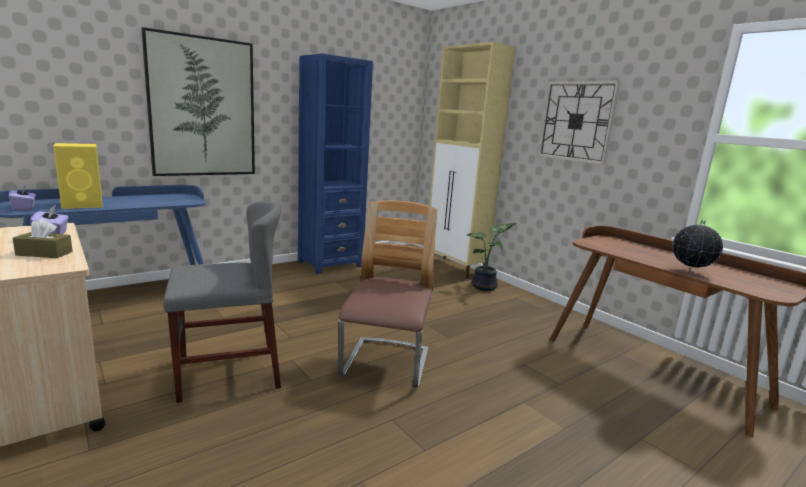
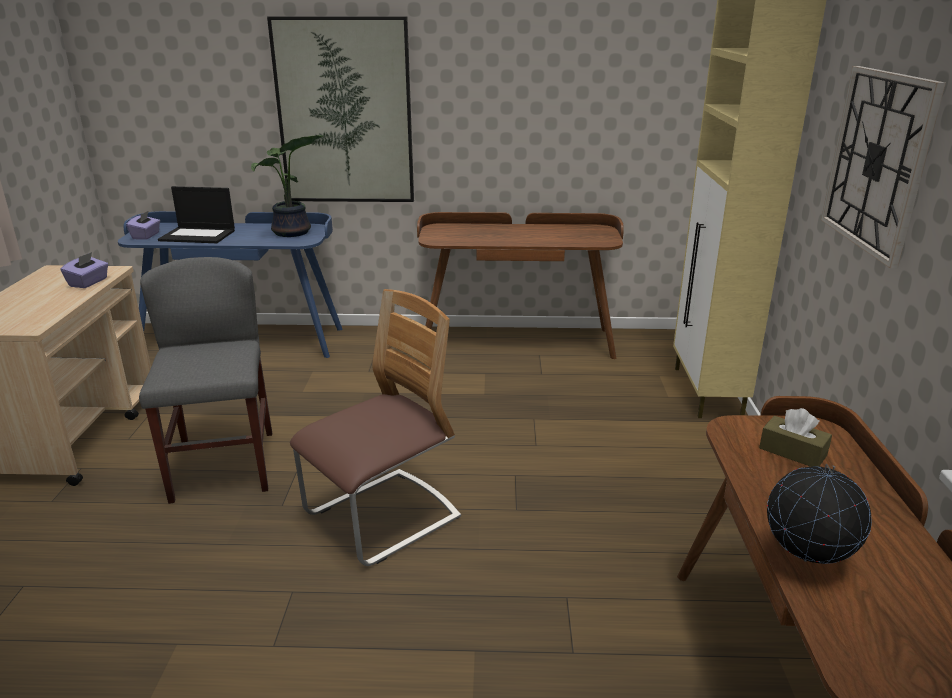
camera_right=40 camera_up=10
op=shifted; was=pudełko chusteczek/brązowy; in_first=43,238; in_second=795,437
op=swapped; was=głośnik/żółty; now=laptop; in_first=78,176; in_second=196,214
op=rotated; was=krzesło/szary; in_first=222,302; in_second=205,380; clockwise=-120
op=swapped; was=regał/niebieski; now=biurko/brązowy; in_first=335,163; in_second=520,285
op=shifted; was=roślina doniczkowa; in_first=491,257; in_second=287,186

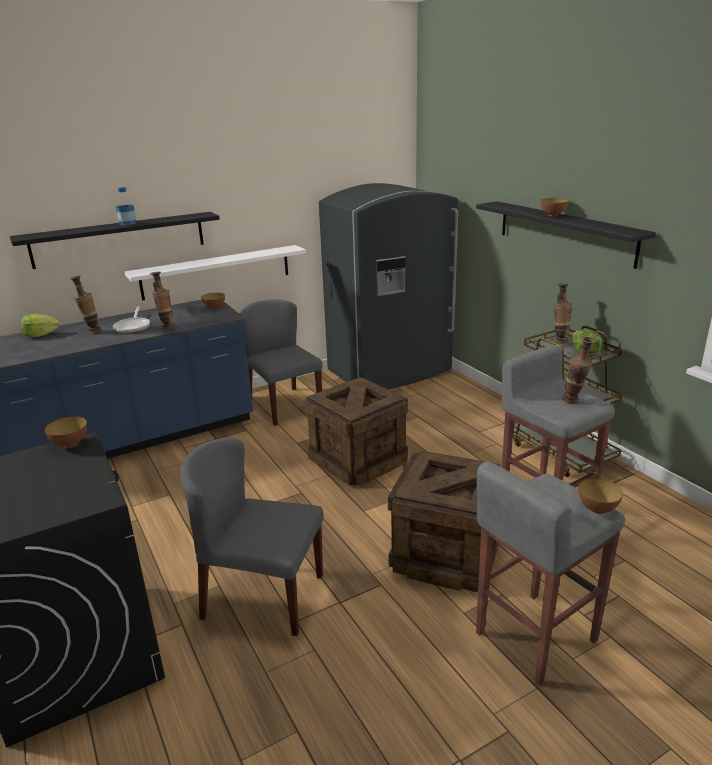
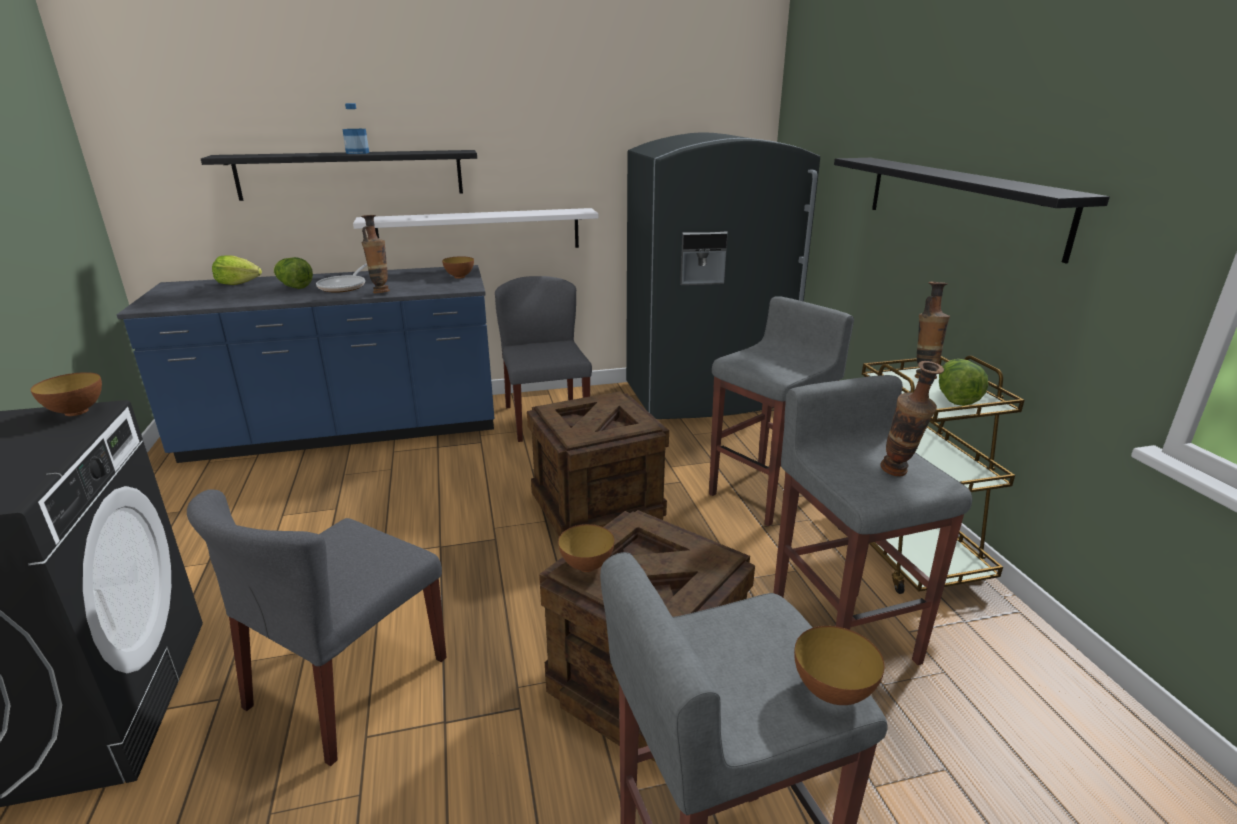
camera_right=15 camera_up=0
op=swapped; was=wazon; now=sałata; in_first=86,305; in_second=293,273
op=rotated; was=krzesło/szary; in_first=251,537; in_second=317,627; clockwise=-90
op=shifted; was=miska; in_first=555,207; in_second=586,548
op=new; now=stołek/szary; in_second=781,411

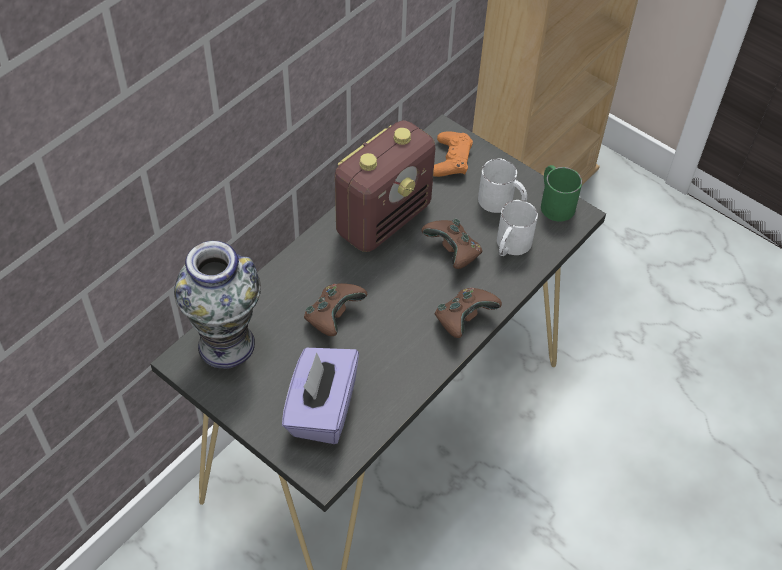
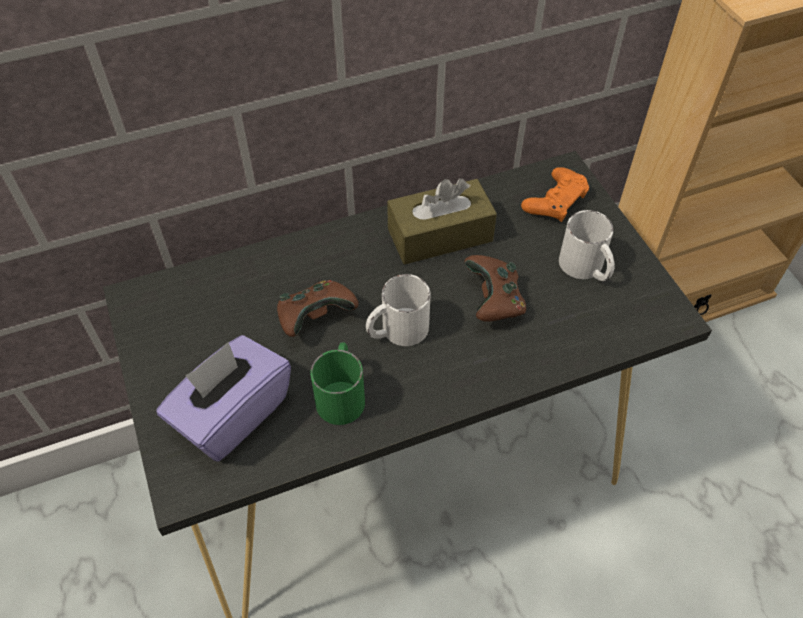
camera_right=30 camera_up=0
op=gone; was=wazon; in_first=217,305
op=swapped; was=radio; now=pudełko chusteczek/brązowy; in_first=385,186; in_second=442,221
op=gone; was=pad do gier/brązowy; in_first=468,313
op=shifted; was=kubek/biały; in_first=517,228; in_second=398,310
op=shifted; was=kubek/zielony; in_first=561,193; in_second=337,383

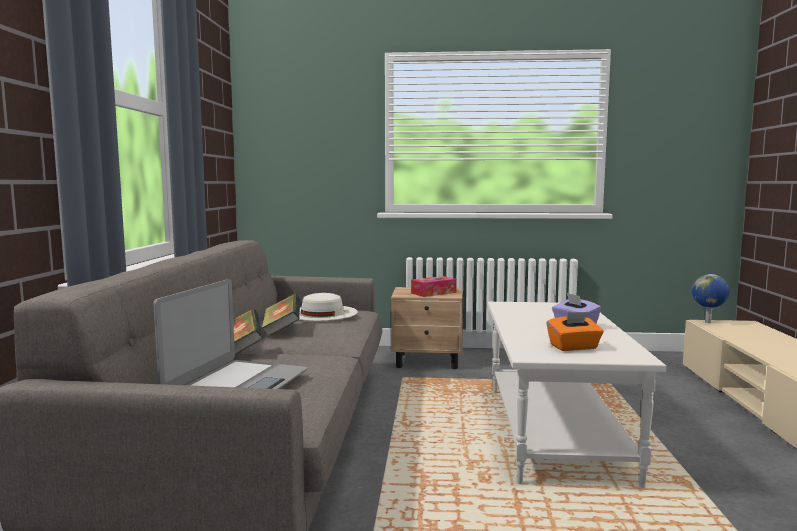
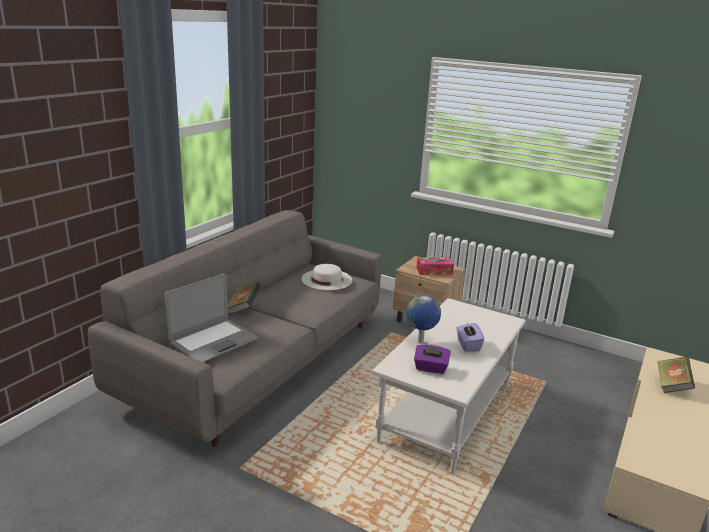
camera_right=25 camera_up=15
op=shifted; was=książka; in_first=281,315; in_second=676,375
op=repainted; was=pudełko chusteczek/pomarańczowy; now=pudełko chusteczek/fioletowy; in_first=575,331; in_second=432,359
op=shifted; was=globus; in_first=711,298; in_second=423,319

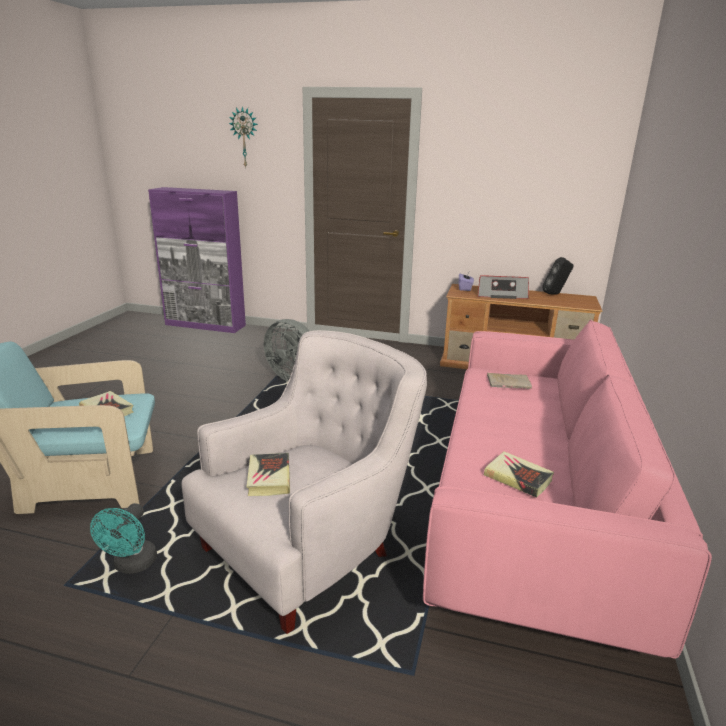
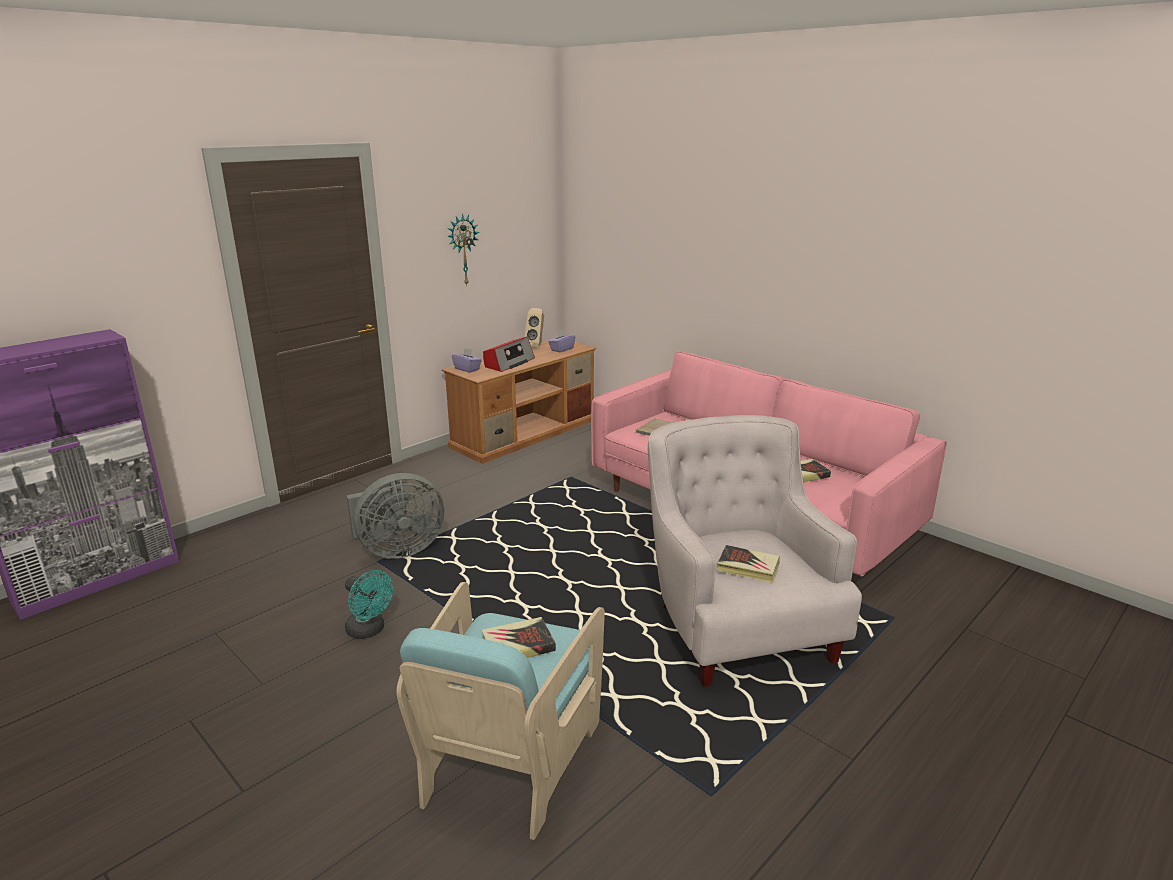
camera_right=-60 camera_up=0
op=shifted; was=wentylator/turkusowy; in_first=123,538; in_second=369,604
op=shifted; was=zegar ścienny; in_first=243,137; in_second=463,250
op=repainted; was=głośnik/czarny; now=głośnik/beżowy; in_first=558,276; in_second=534,328
op=new; now=pudełko chusteczek/fioletowy; in_second=561,341

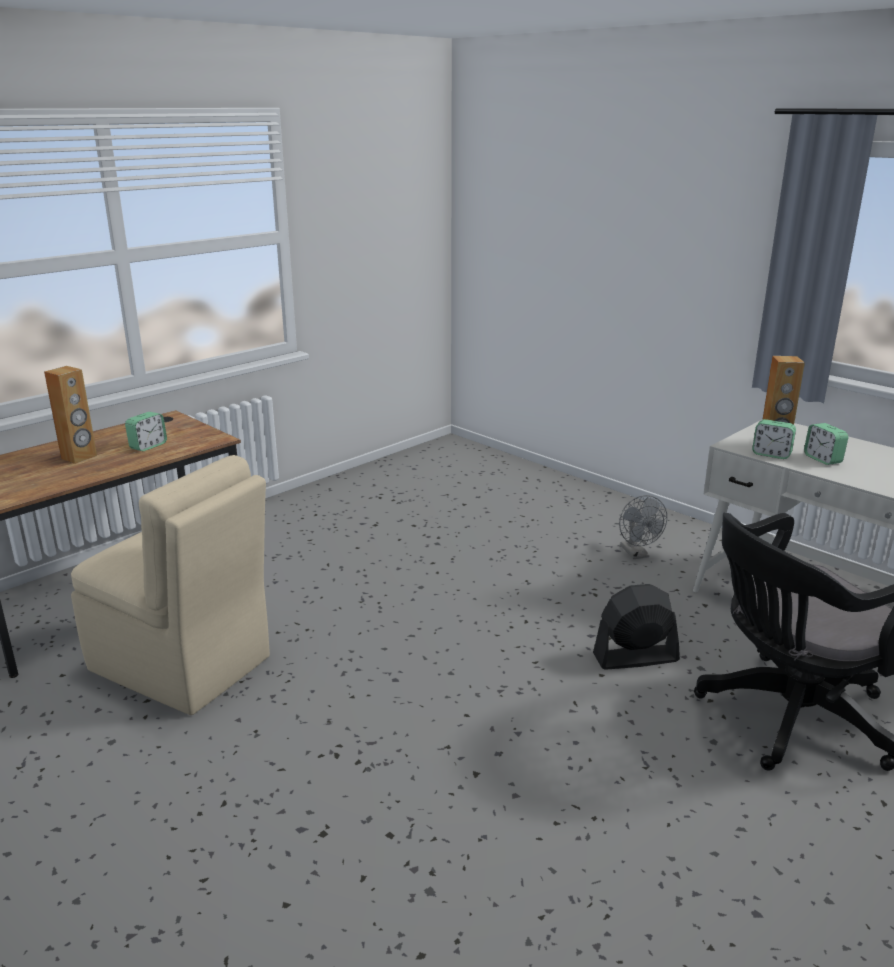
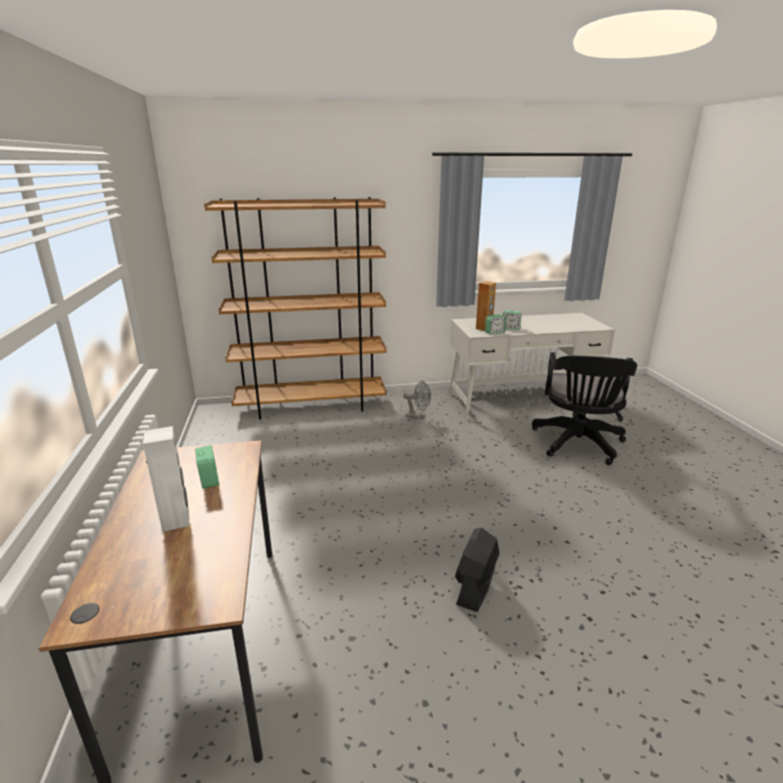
camera_right=-55 camera_up=0
op=repainted; was=głośnik/brązowy; now=głośnik/biały; in_first=70,415; in_second=166,479
op=gone; was=krzesło/beżowy; in_first=170,585
op=shifted; was=wentylator/czarny; in_first=636,627; in_second=477,570
op=new; now=regał/brązowy; in_second=295,308

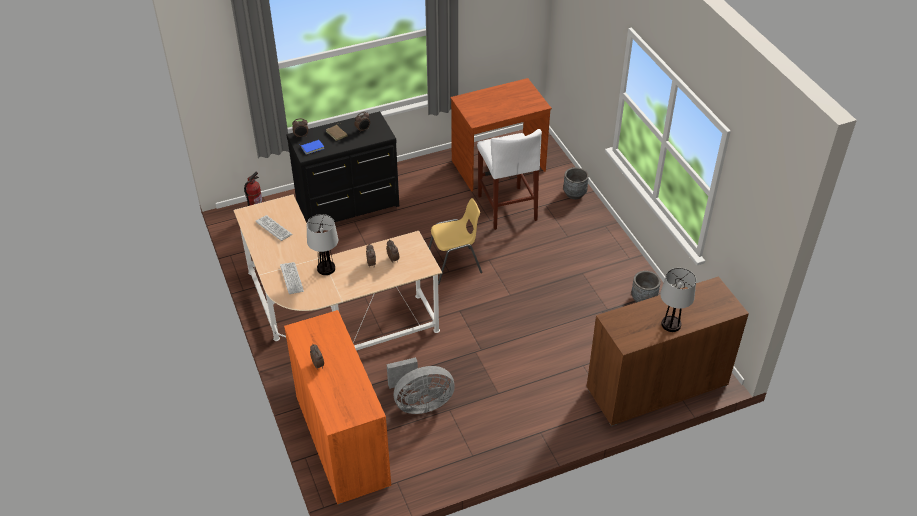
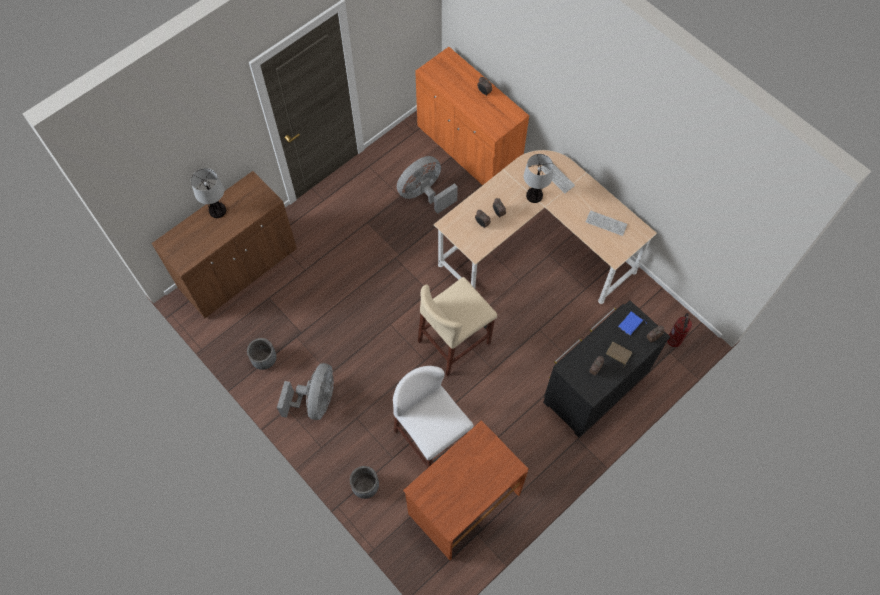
camera_right=160 camera_up=20
op=swapped; was=krzesło/żółty; now=stołek/beżowy; in_first=455,241; in_second=457,326
op=new; now=wentylator/szary; in_second=305,391

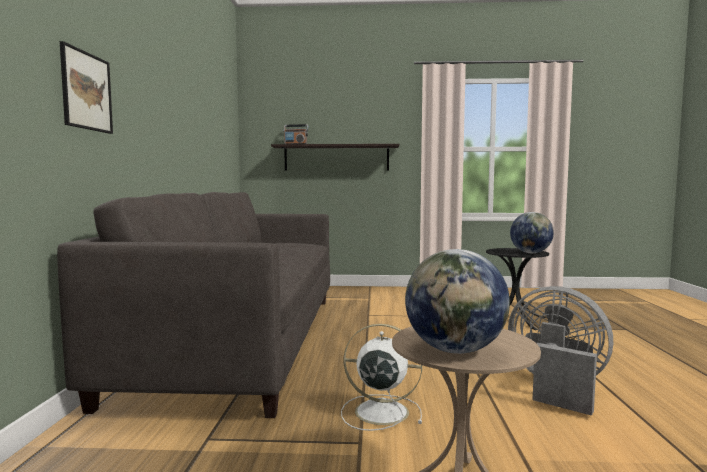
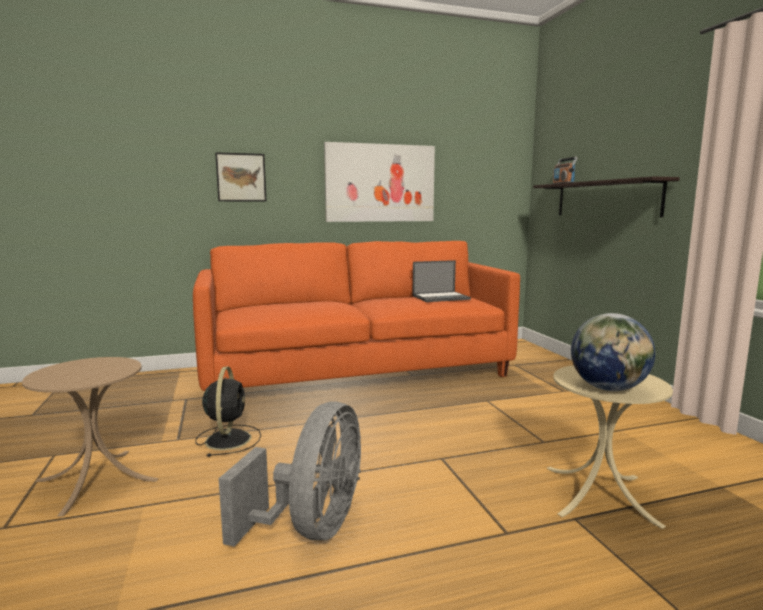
camera_right=70 camera_up=5
op=repainted; was=kanapa/szary; now=kanapa/pomarańczowy; in_first=193,305; in_second=356,316
op=repainted; was=wentylator/biały; now=wentylator/czarny; in_first=381,377; in_second=228,412
op=gone; was=globus; in_first=457,301
op=repainted; was=stolik/czarny; now=stolik/beżowy; in_first=517,289; in_second=610,447
op=new; now=obraz; in_second=379,182
op=new; now=laptop; in_second=442,281

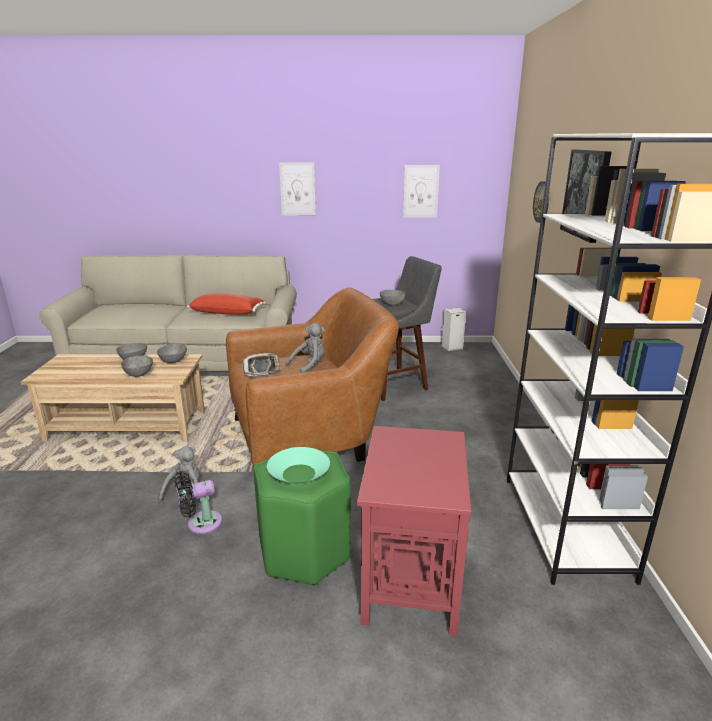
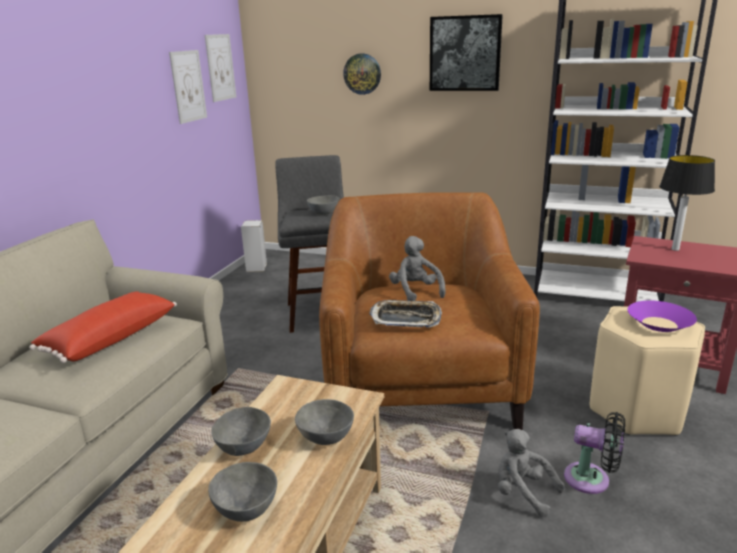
camera_right=-70 camera_up=0
op=shifted; was=miska/szary; in_first=172,353; in_second=242,492
op=rotated; was=wentylator/czarny; in_first=198,502; in_second=594,453; clockwise=-60
op=repainted; was=stołek/zielony; now=stołek/beżowy; in_first=302,516; in_second=647,371
op=repainted; was=miska/turkusowy; now=miska/fioletowy; in_first=298,465; in_second=662,316
op=shifted; was=obraz; in_first=297,188; in_second=220,68
op=new; now=lampa stołowa; in_second=687,203

